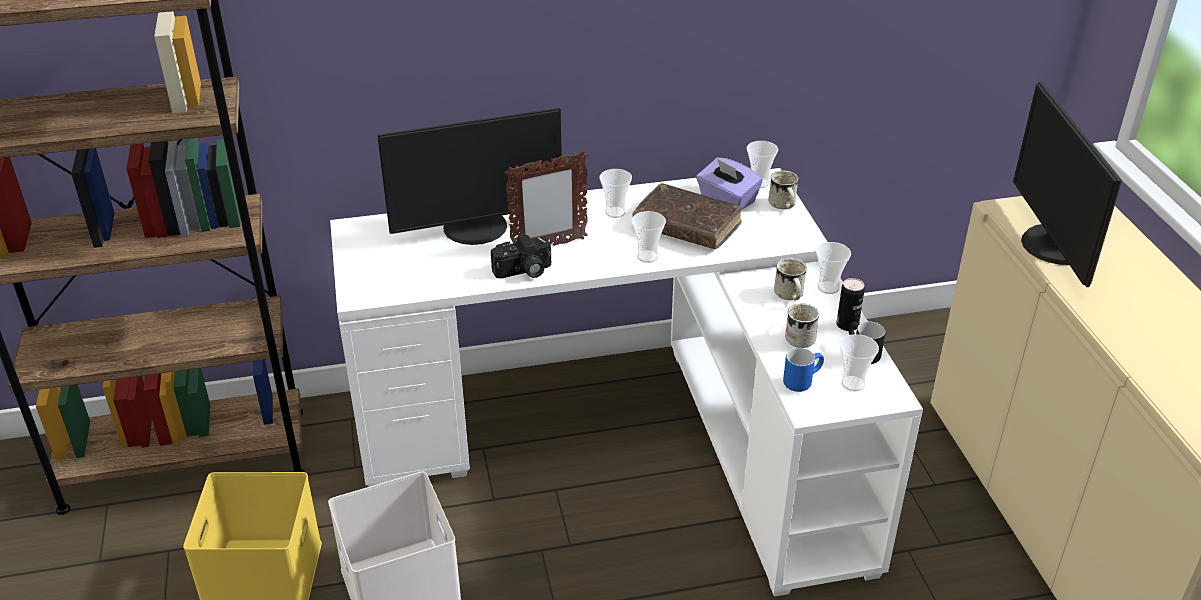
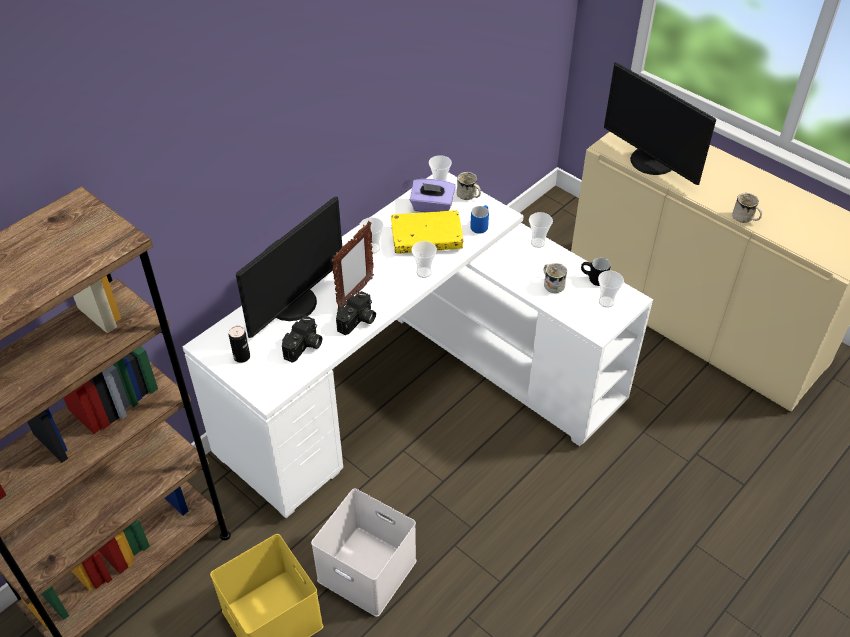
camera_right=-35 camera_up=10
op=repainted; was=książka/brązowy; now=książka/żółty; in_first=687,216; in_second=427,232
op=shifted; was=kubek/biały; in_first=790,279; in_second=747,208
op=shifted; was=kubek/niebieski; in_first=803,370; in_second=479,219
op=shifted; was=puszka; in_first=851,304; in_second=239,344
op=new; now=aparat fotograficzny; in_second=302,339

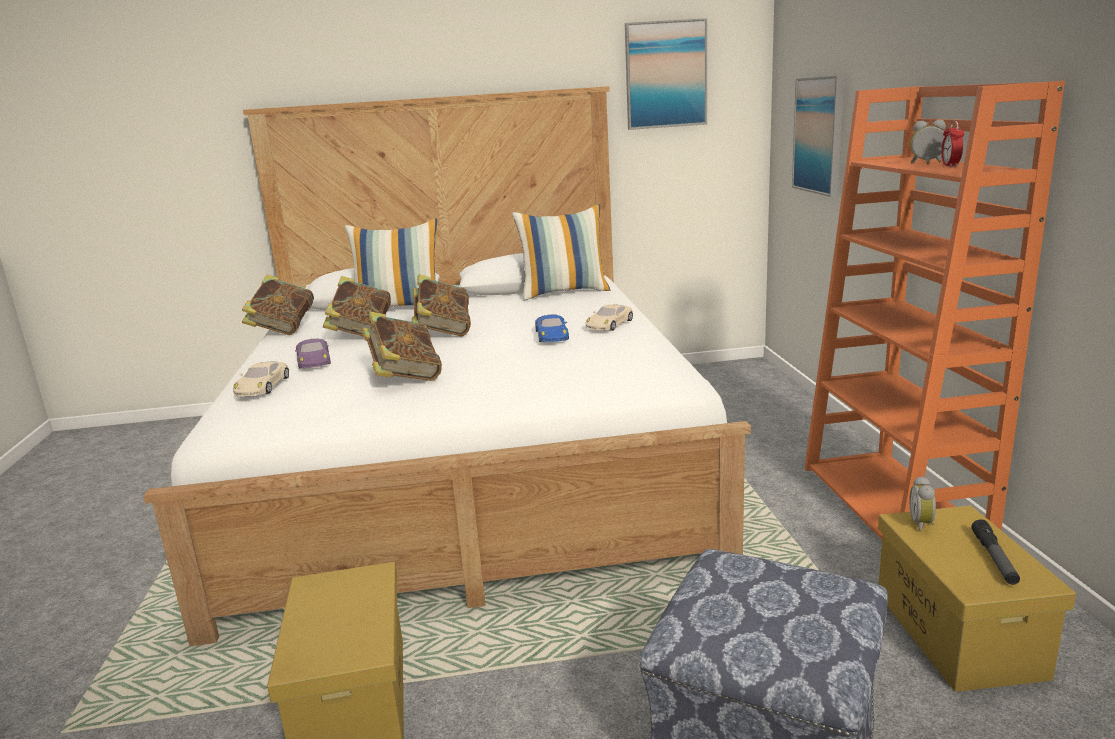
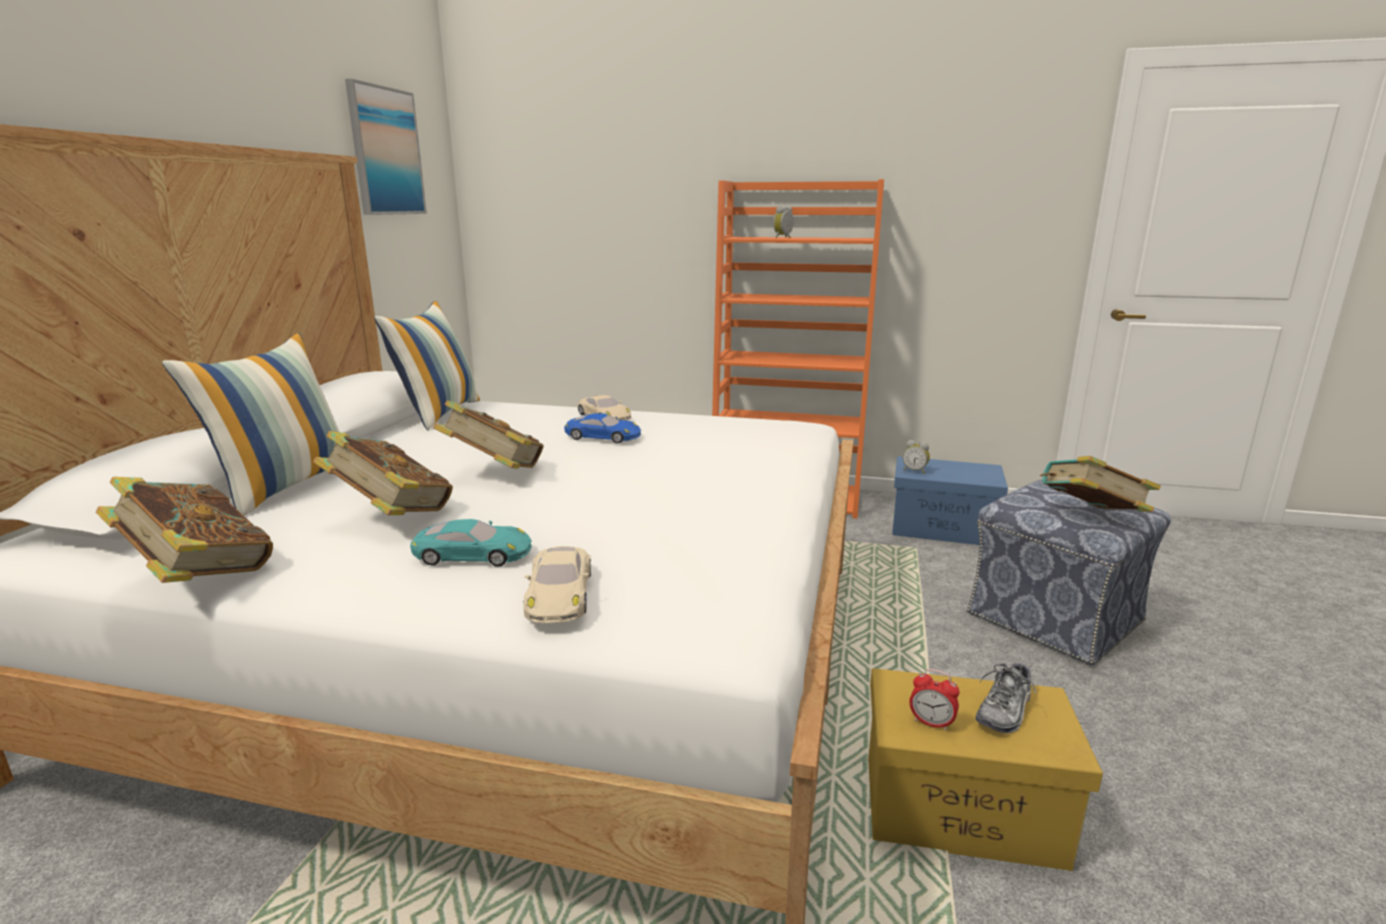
camera_right=-70 camera_up=0
op=rotated; was=samochodzik/beżowy; in_first=261,379; in_second=557,584; clockwise=60
op=repainted; was=samochodzik/fioletowy; now=samochodzik/turkusowy; in_first=313,353; in_second=470,543
op=shifted; was=książka; in_first=402,346; in_second=1100,484
op=gone; was=obraz; in_first=818,136
op=repainted; was=pojemnik do przechowywania/żółty; now=pojemnik do przechowywania/niebieski; in_first=977,598; in_second=950,500
op=shifted; was=budzik; in_first=952,144; in_second=934,700
op=gone; was=latarka; in_first=995,552
op=new; now=but; in_second=1006,696

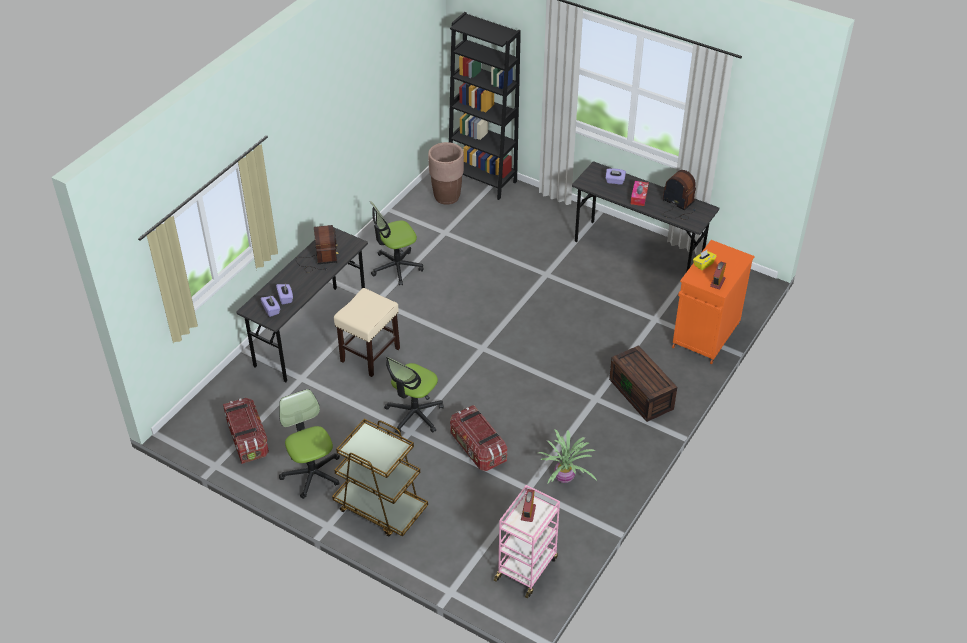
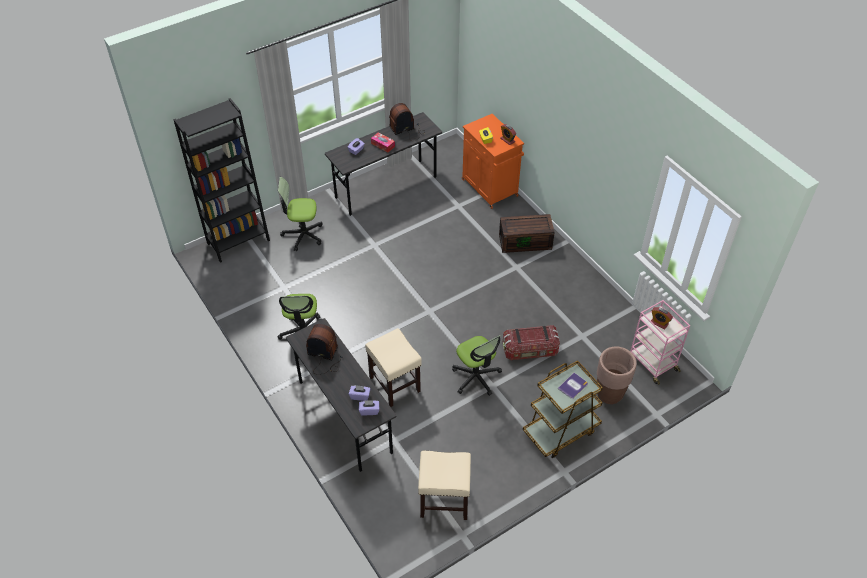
camera_right=-65 camera_up=5
op=swapped; was=pojemnik do przechowywania; now=stołek/beżowy; in_first=246,431; in_second=444,485
op=shifted; was=krzesło biurowe; in_first=309,444; in_second=300,214
op=shifted; was=donica/brązowy; in_first=446,173; in_second=617,375
op=gone; was=roślina doniczkowa; in_first=567,456
op=new; now=książka; in_second=573,386

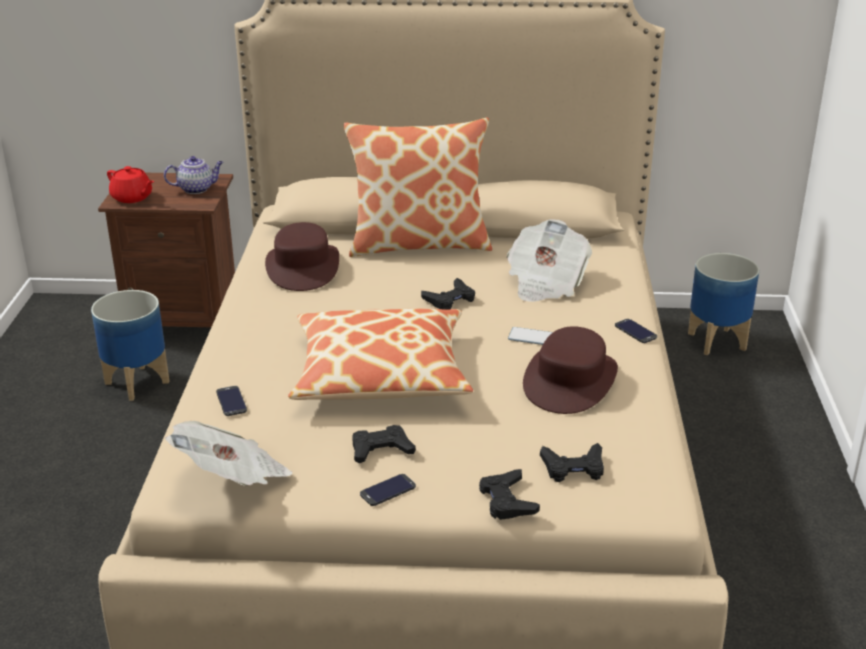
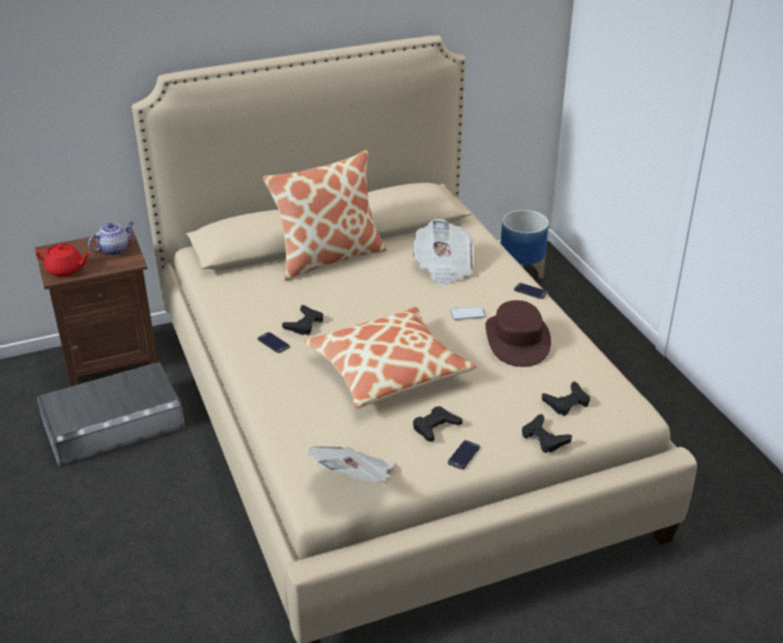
camera_right=-25 camera_up=5
op=swapped; was=donica; now=pojemnik do przechowywania/szary; in_first=130,345; in_second=111,414
op=shifted; was=telefon; in_first=231,401; in_second=274,342
op=gone; was=kapelusz/brązowy; in_first=302,256
op=shifted; was=pad do gier/czarny; in_first=448,294; in_second=302,320

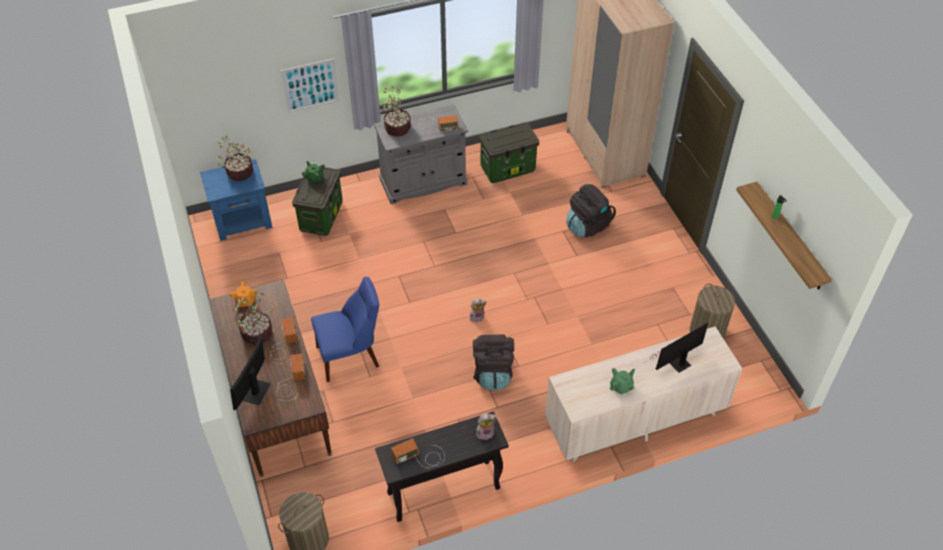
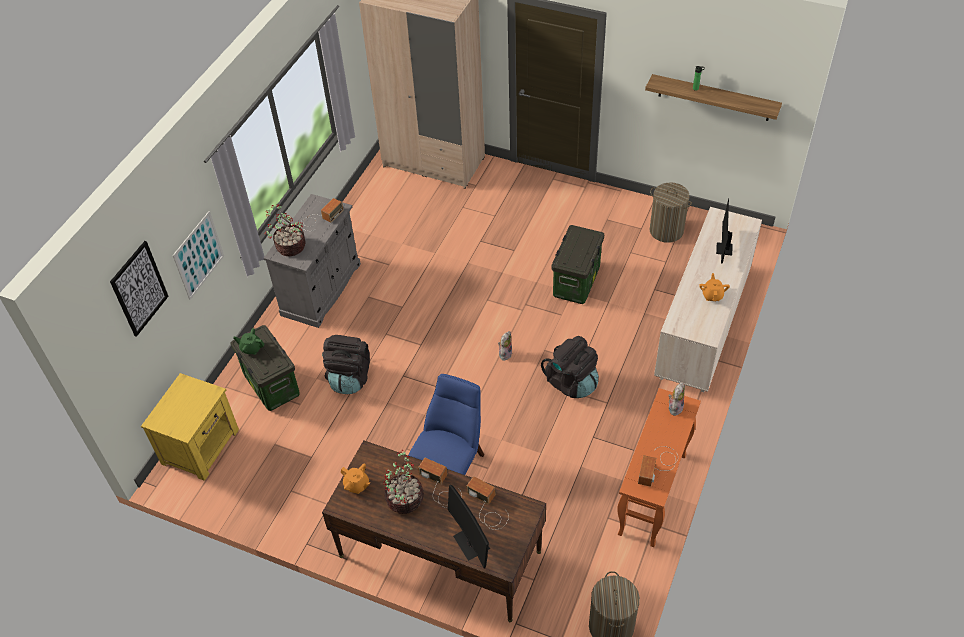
camera_right=-45 camera_up=0
op=repainted; was=szafka nocna/niebieski; now=szafka nocna/żółty; in_first=236,200; in_second=190,427
op=gone; was=roślina doniczkowa; in_first=235,158
op=repainted; was=stolik konsolowy/czarny; now=stolik konsolowy/pomarańczowy; in_first=442,466; in_second=659,467
op=shifted; was=pojemnik do przechowywania; in_first=509,152; in_second=578,264
op=shifted; was=plecak/czarny; in_first=591,211; in_second=346,364
op=repainted; was=imbryk/zielony; now=imbryk/pomarańczowy; in_first=622,381; in_second=714,287
op=new; now=obraz; in_second=139,289

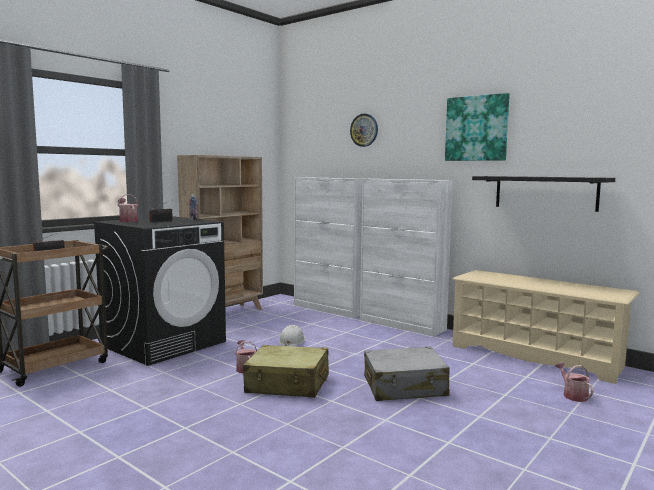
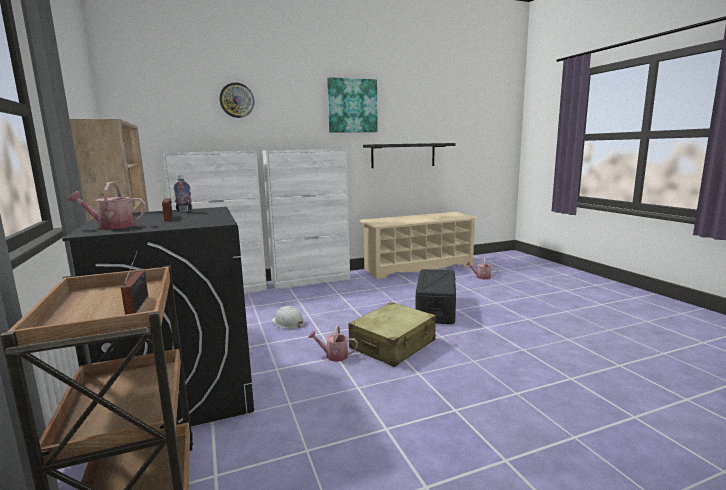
camera_right=-60 camera_up=5
op=swapped; was=walizka/szary; now=pojemnik do przechowywania/czarny; in_first=407,373; in_second=436,296

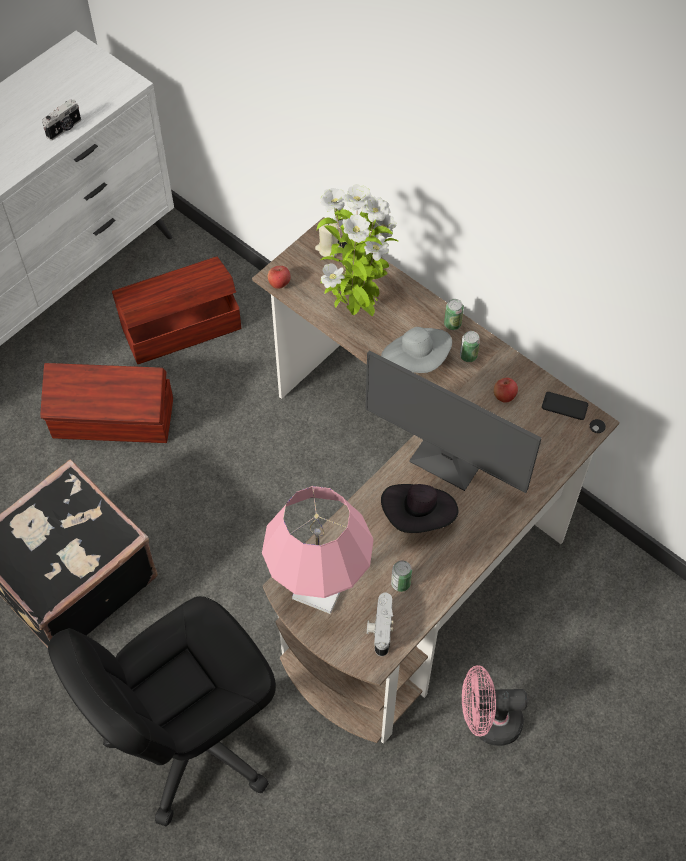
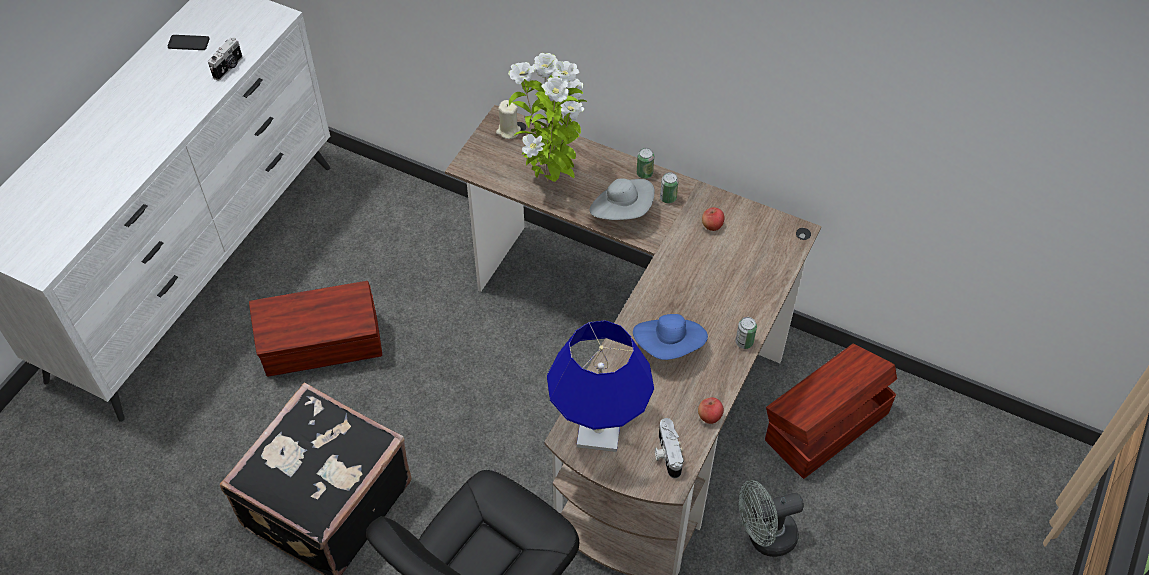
camera_right=-15 camera_up=-5
op=shifted; was=pojemnik do przechowywania/brązowy; in_first=176,310; in_second=831,411
op=repainted; was=lampa stołowa/różowy; now=lampa stołowa/niebieski; in_first=318,550; in_second=600,386
op=shifted; was=jabłko; in_first=279,277; in_second=711,410
op=gone; was=monitor; in_first=453,421
op=repainted; was=kapelusz/czarny; now=kapelusz/niebieski; in_first=420,508; in_second=670,337
op=shifted; was=puszka; in_first=401,576; in_second=746,333
op=repainted; was=wentylator/różowy; now=wentylator/szary; in_first=495,705; in_second=771,518
op=shifted; was=telefon; in_first=565,406; in_second=189,42

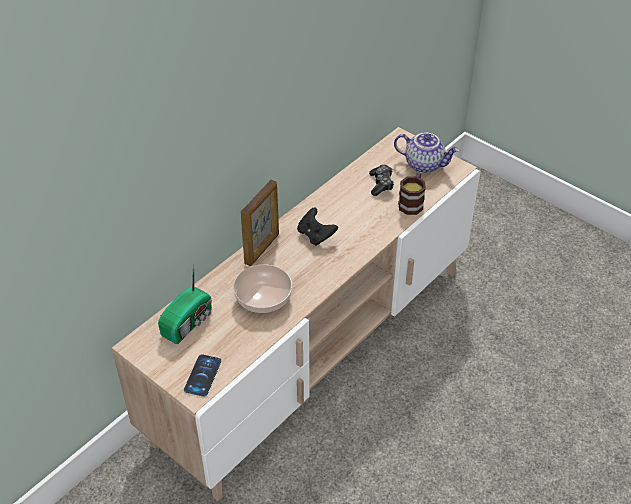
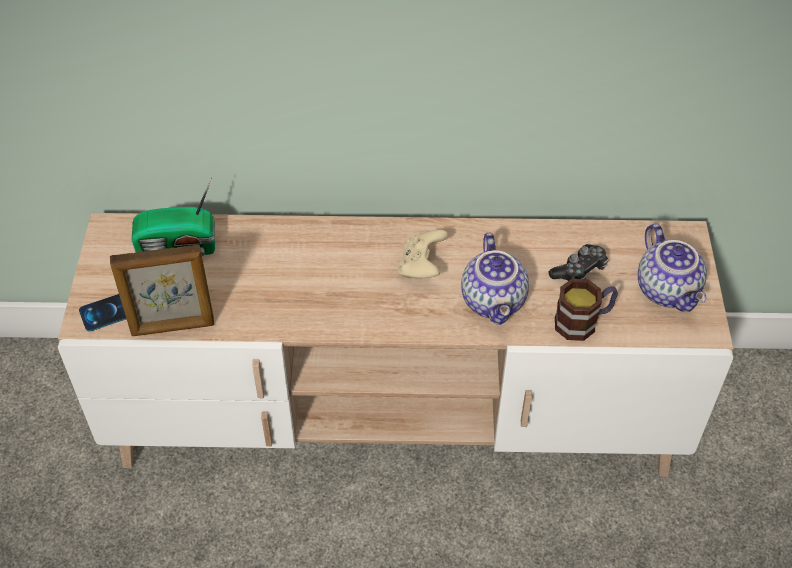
camera_right=50 camera_up=5
op=gone; was=miska; in_first=262,288
op=shifted; was=ramka na zdjęcie; in_first=260,223; in_second=162,290
op=repainted; was=pad do gier/czarny; now=pad do gier/beżowy; in_first=317,227; in_second=422,254
op=new; now=imbryk; in_second=495,279

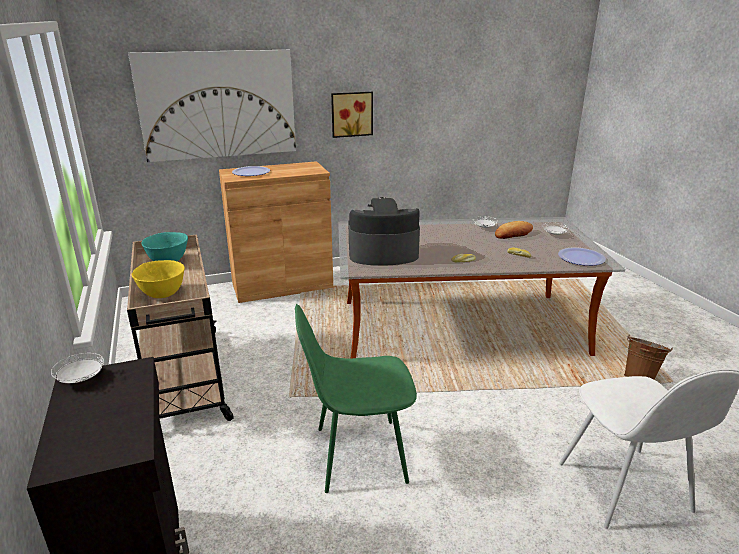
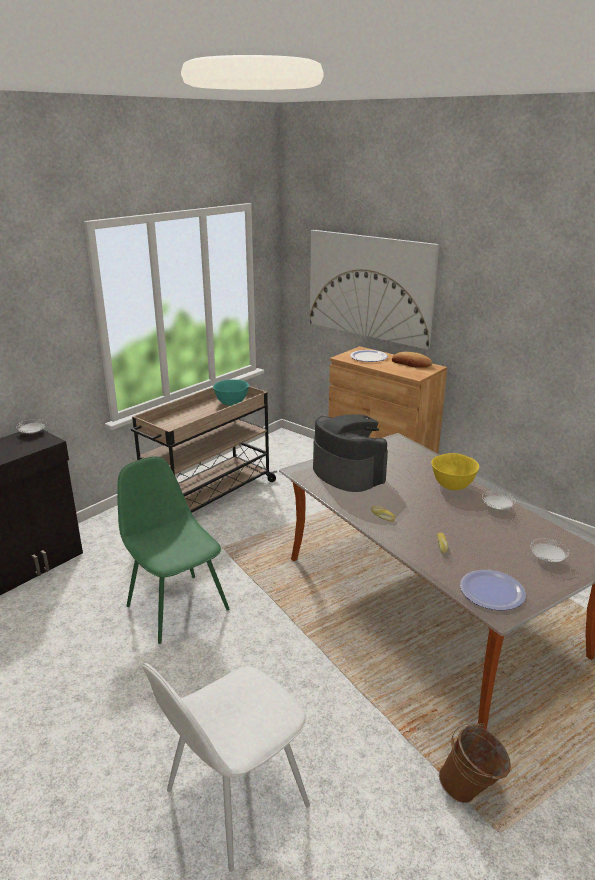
camera_right=60 camera_up=0
op=shifted; was=miska/żółty; in_first=158,279; in_second=455,471
op=gone; was=obraz; in_first=352,115
op=shifted; was=chleb; in_first=514,230; in_second=412,360

